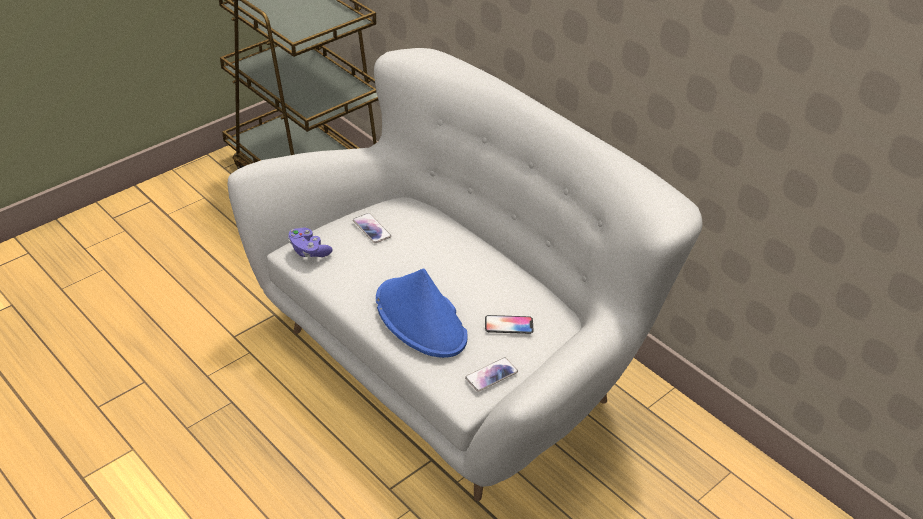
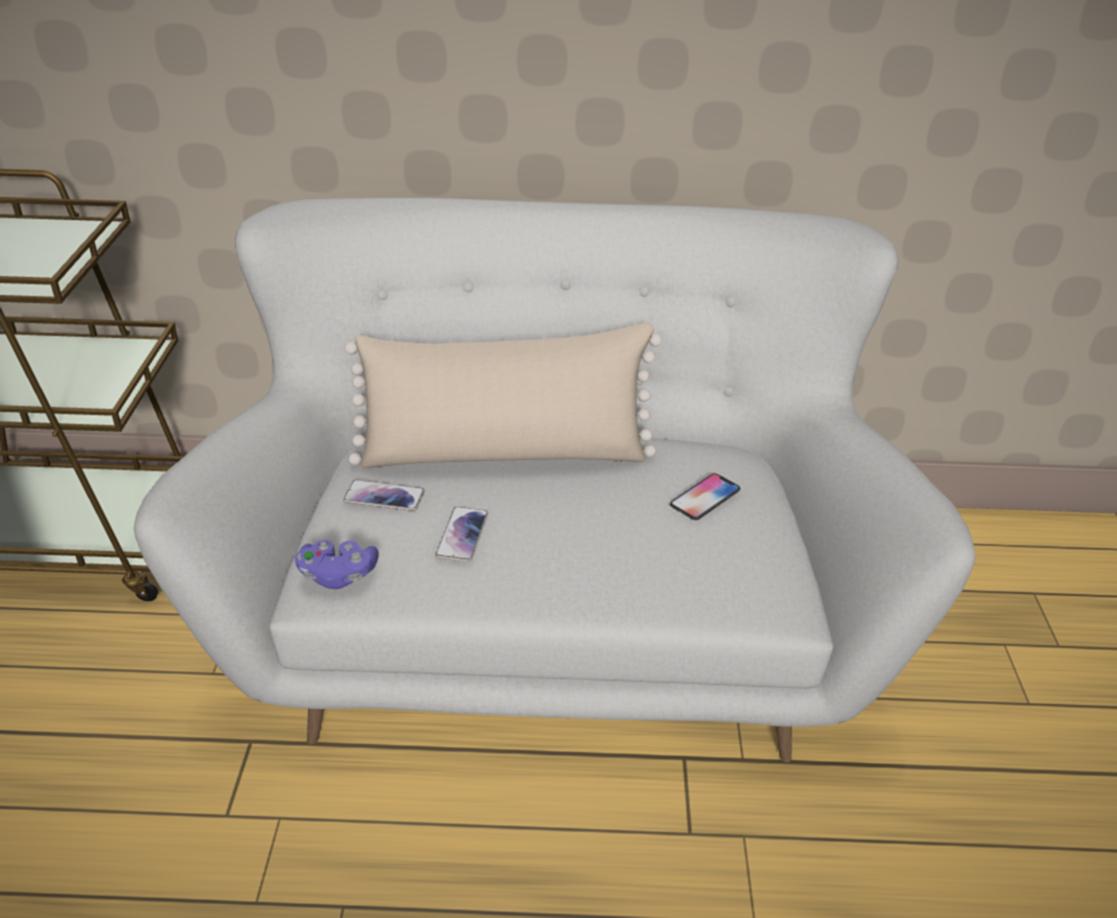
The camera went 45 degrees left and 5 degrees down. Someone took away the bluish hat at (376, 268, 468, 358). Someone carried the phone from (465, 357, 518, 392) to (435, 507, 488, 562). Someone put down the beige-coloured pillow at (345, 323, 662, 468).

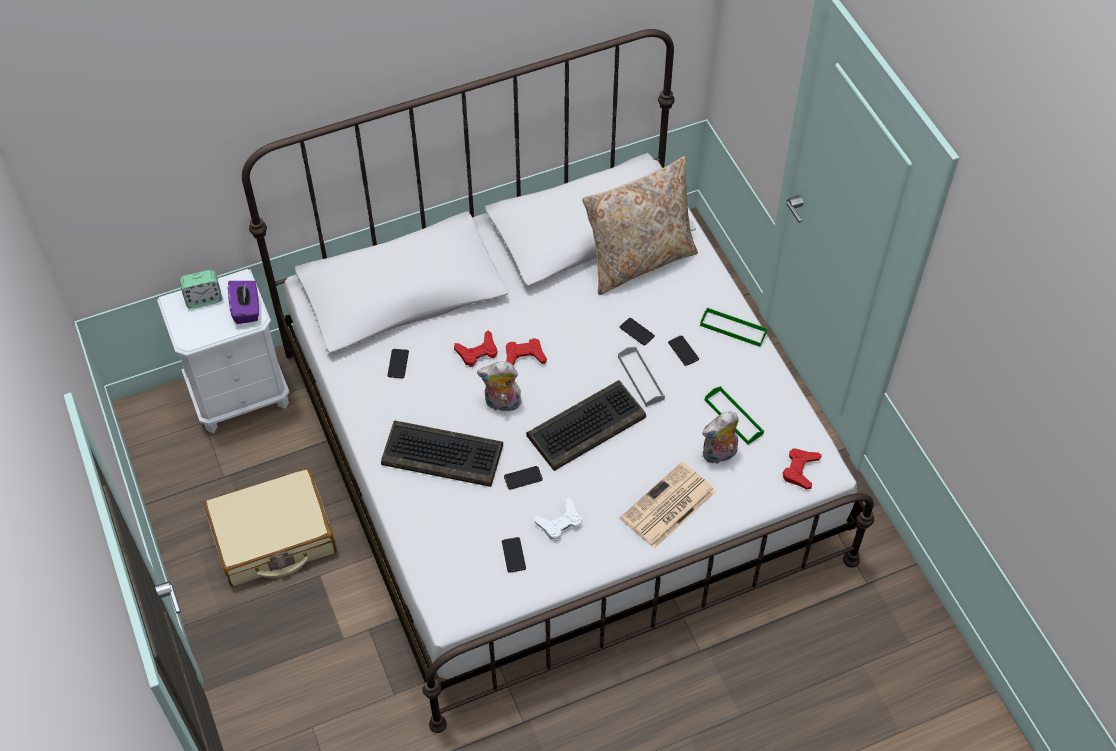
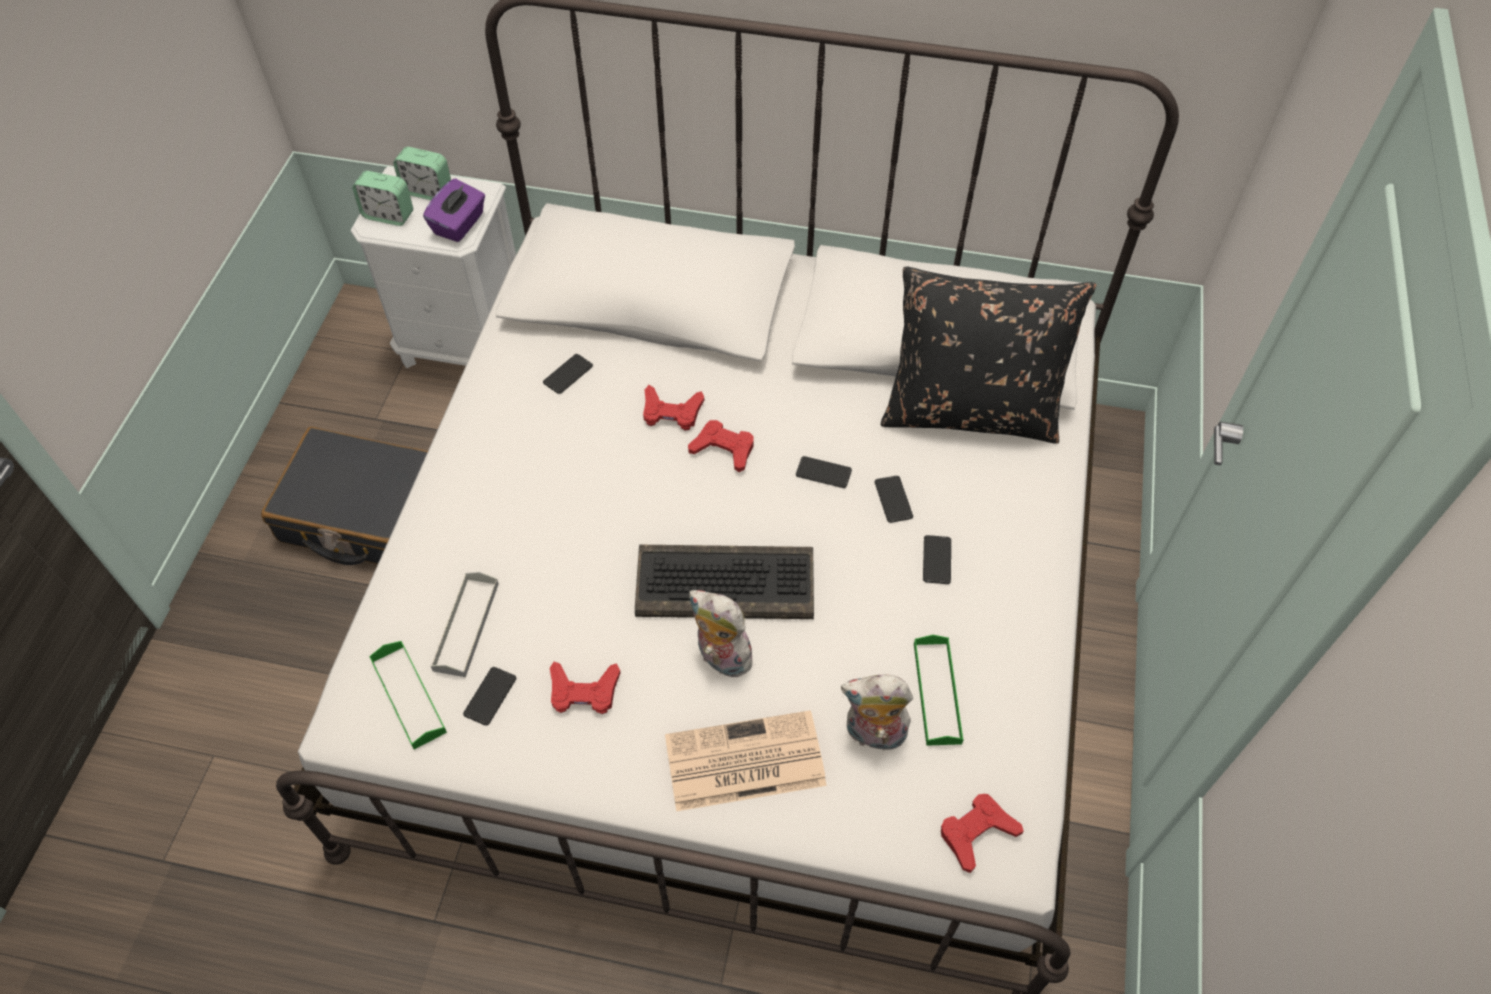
The camera went 35 degrees right and 0 degrees up. Someone repainted the beige-coloured pillow at (582, 156, 698, 295), which became the black-coloured pillow at (881, 267, 1096, 444). Someone carried the greenish serving tray from (700, 308, 768, 347) to (369, 641, 447, 749). Someone carried the grey serving tray from (618, 347, 665, 407) to (431, 572, 499, 677). Someone carried the plush toy from (477, 362, 522, 413) to (689, 590, 757, 677). Someone took away the keyboard at (381, 420, 503, 487). Someone carried the phone from (504, 466, 543, 490) to (796, 456, 852, 488). Someone repainted the beige-coloured piece of luggage at (204, 468, 337, 586), which became the black-coloured piece of luggage at (261, 427, 428, 565). Someone repainted the white joypad at (535, 498, 582, 541), which became the red joypad at (550, 662, 621, 714). Someone put down the bedside clock at (352, 171, 413, 226).

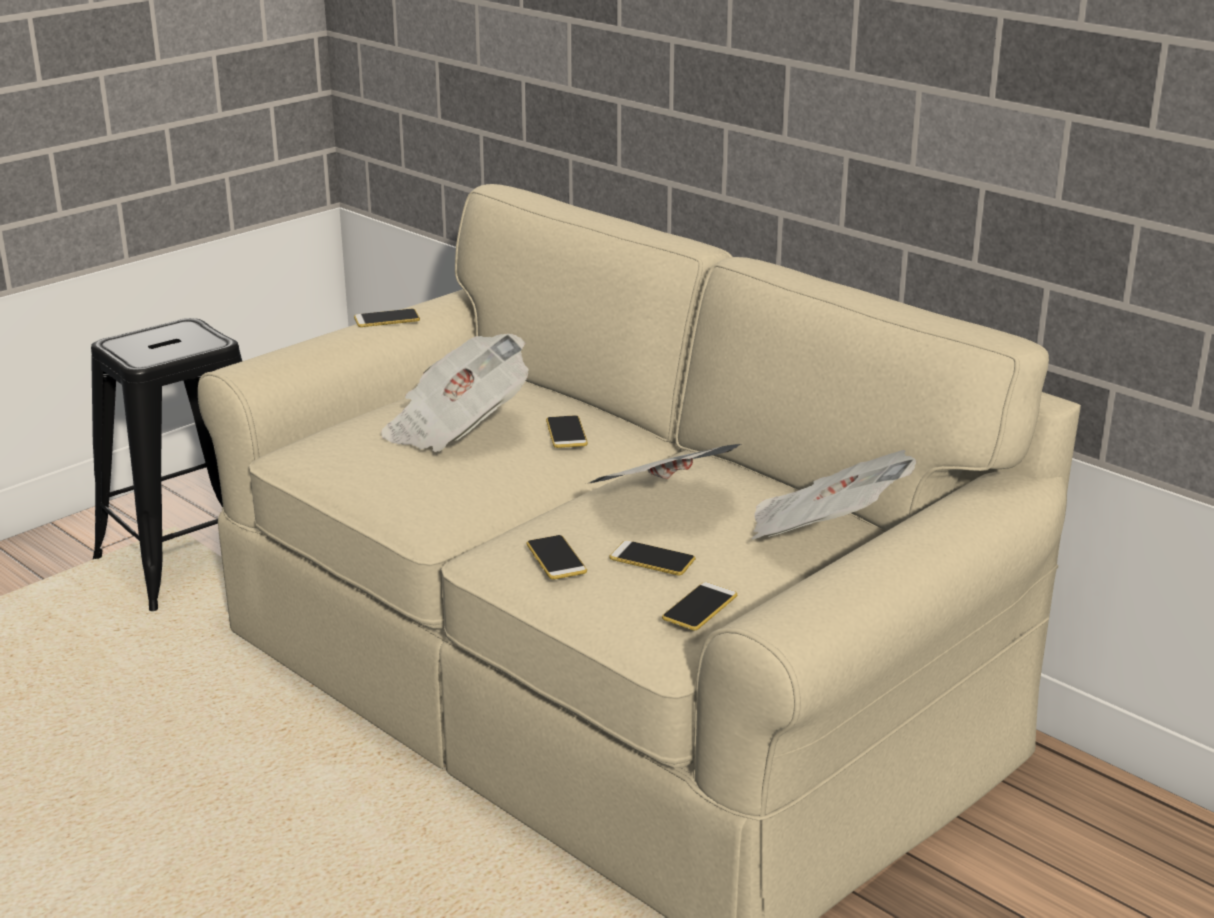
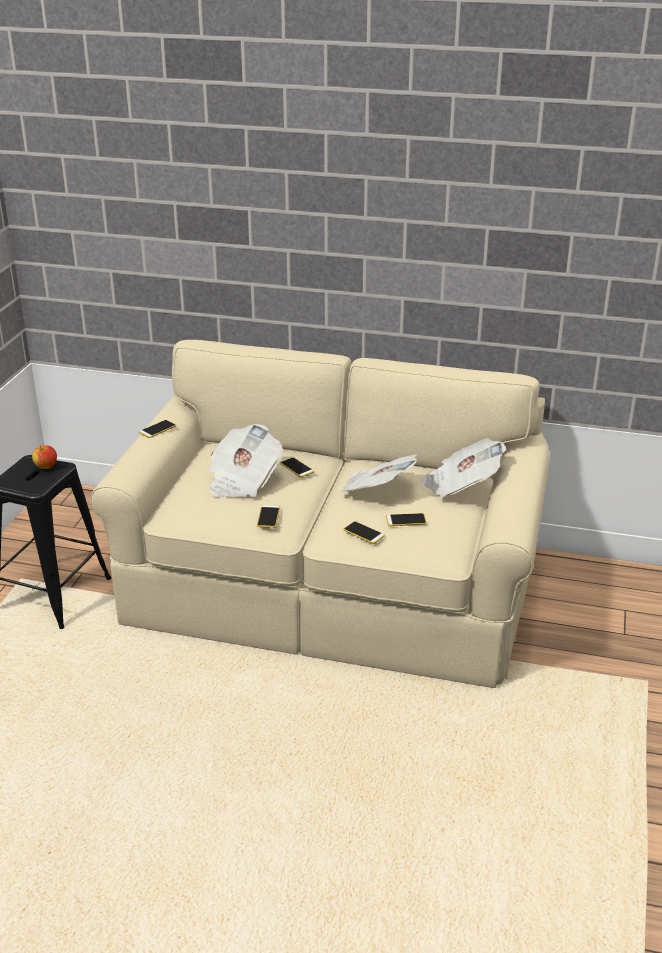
The camera went 30 degrees left and 5 degrees up. Someone carried the phone from (662, 582, 737, 630) to (257, 505, 280, 528). Someone put down the apple fruit at (32, 445, 57, 469).

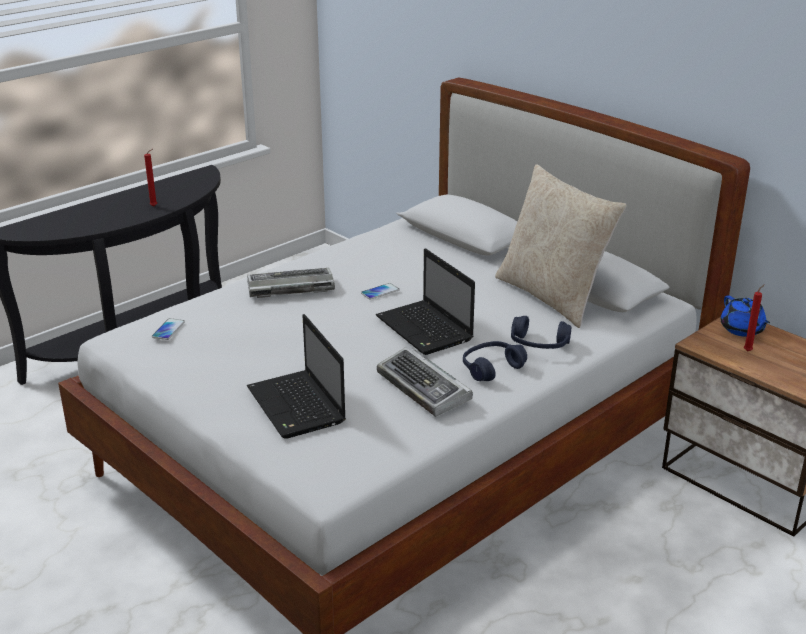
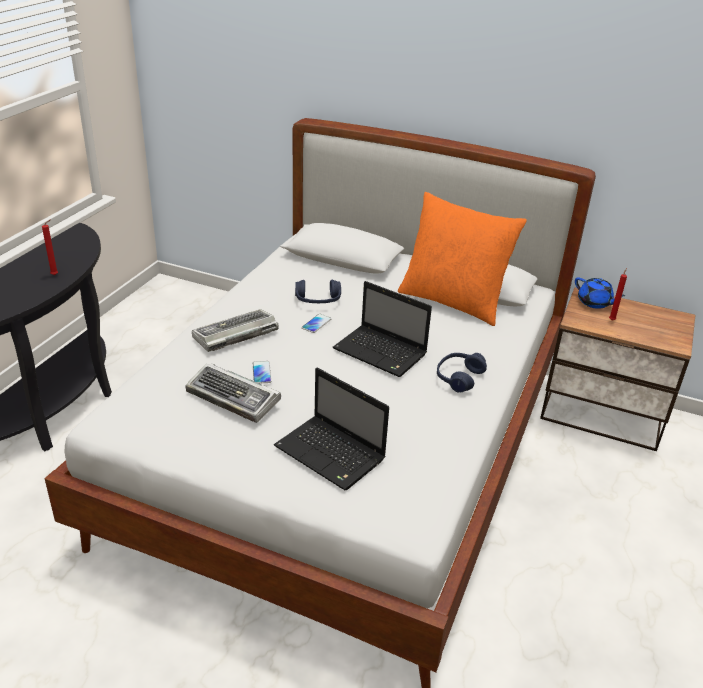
The camera went 25 degrees left and 5 degrees up. Someone repainted the beige-coloured pillow at (495, 164, 627, 328), which became the orange pillow at (398, 192, 527, 326). Someone carried the bluish pair of headphones from (511, 316, 571, 349) to (295, 280, 341, 303). Someone carried the phone from (152, 318, 185, 340) to (252, 361, 271, 383). Someone carried the keyboard from (377, 347, 473, 417) to (186, 363, 281, 423).

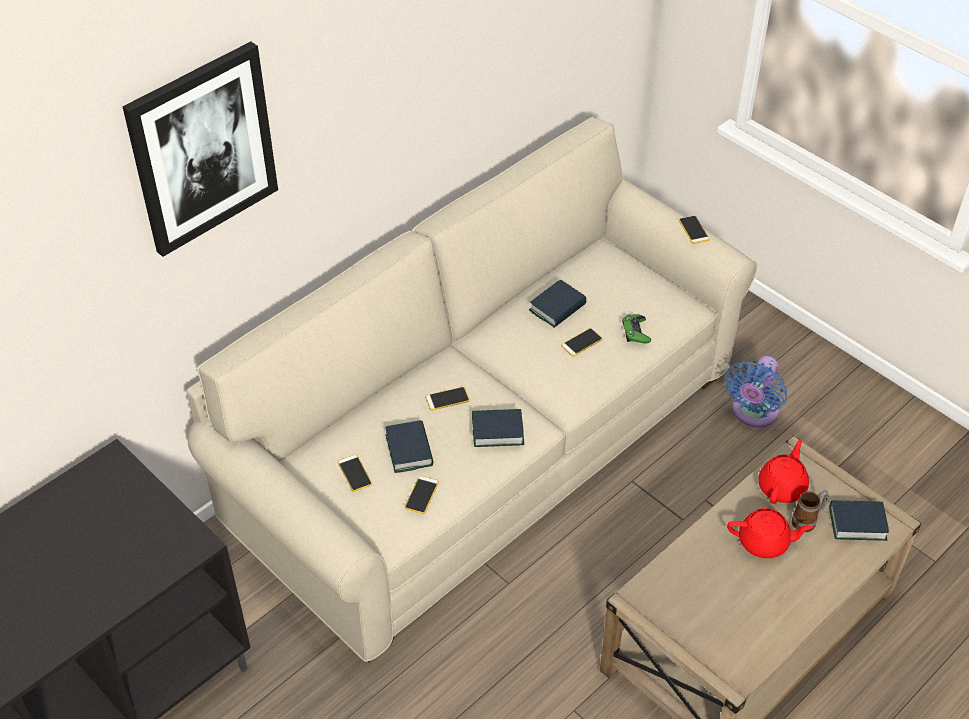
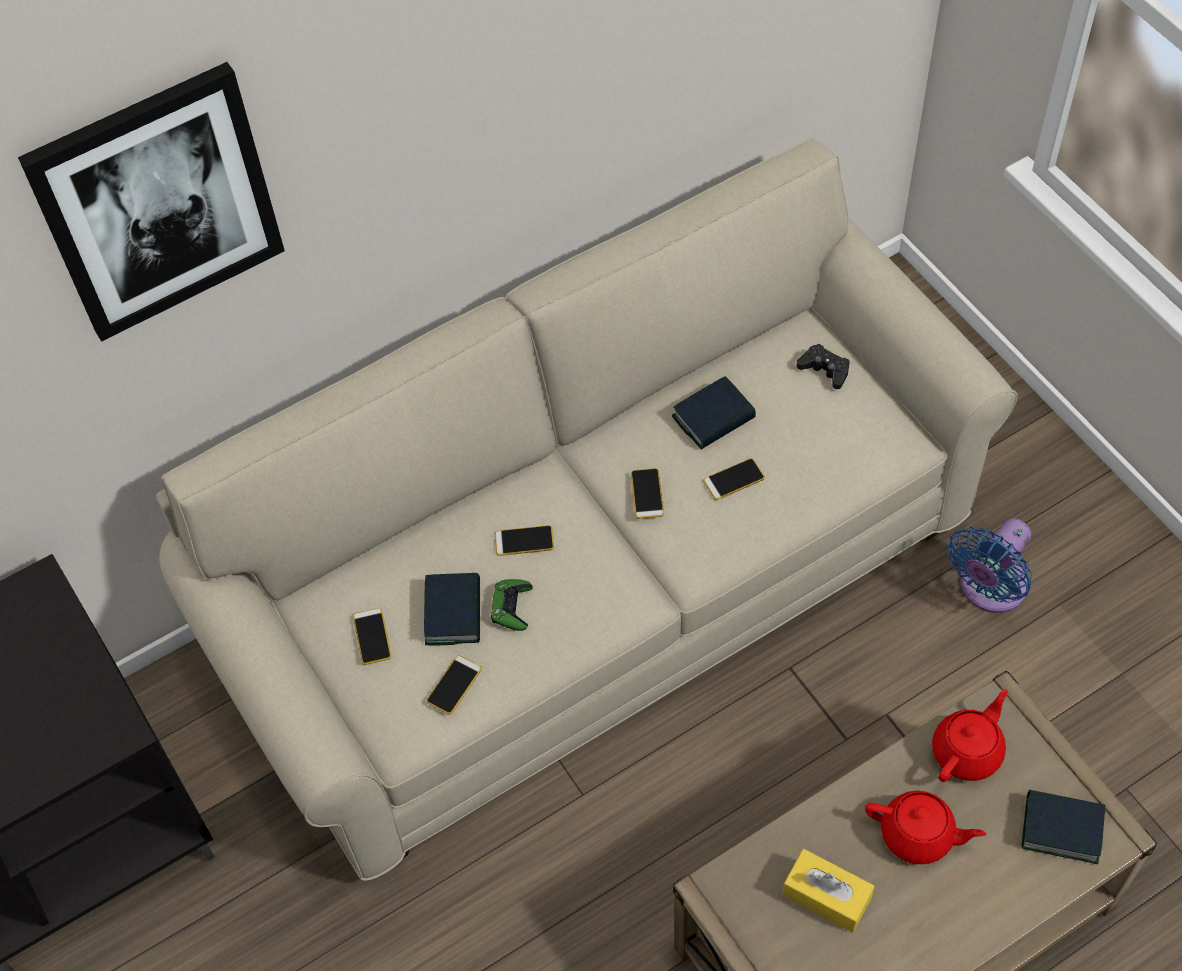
The camera went 15 degrees right and 10 degrees up. Someone carried the phone from (679, 216, 709, 244) to (631, 468, 664, 519). Someone carried the greenish joypad from (622, 314, 651, 344) to (491, 579, 533, 631). Someone took away the book at (472, 409, 524, 447). Someone took away the tea mug at (792, 490, 829, 532). Someone put down the black-coloured joypad at (797, 344, 850, 389). Someone put down the yellow tissue box at (782, 849, 875, 933).

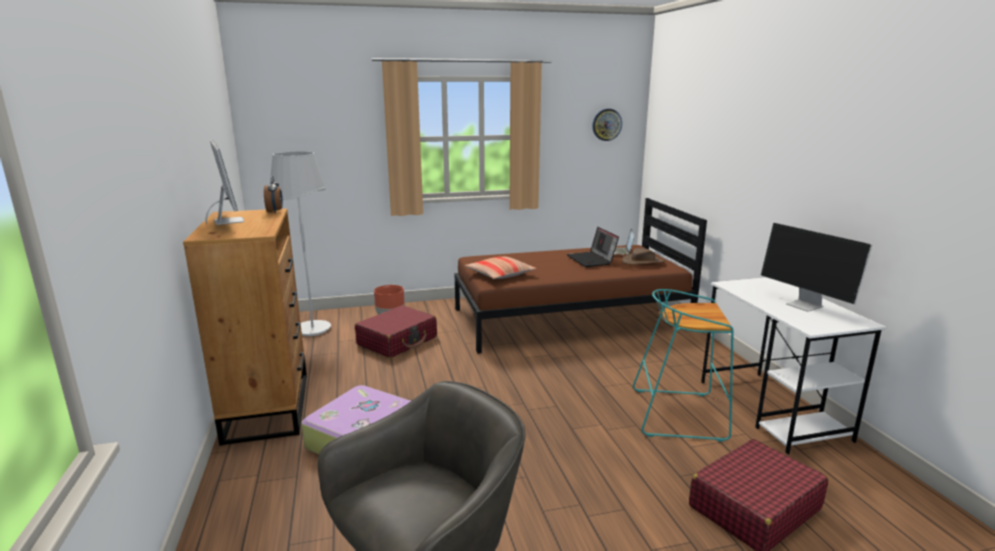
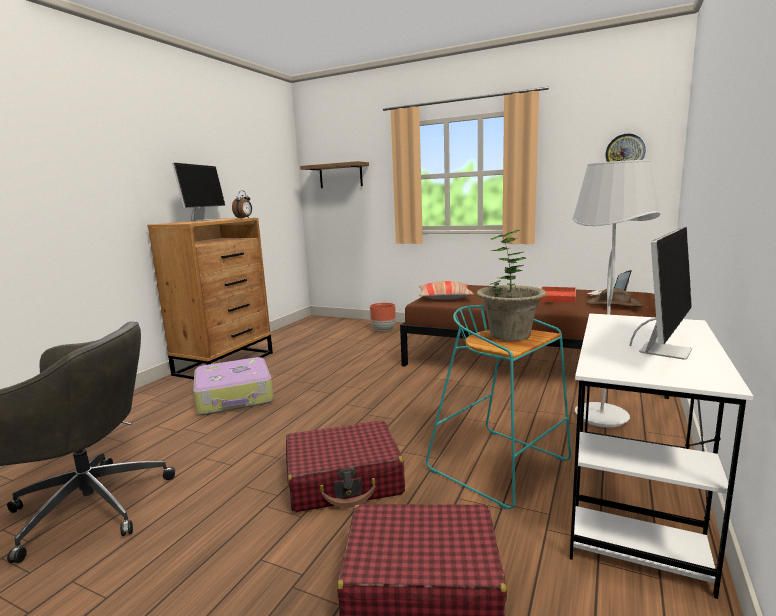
The camera went 40 degrees right and 5 degrees down. Someone carried the white floor lamp from (270, 151, 331, 336) to (573, 160, 660, 427). Someone rotated the computer screen at (761, 223, 872, 312) by 150 degrees counterclockwise. Someone swapped the laptop at (567, 227, 619, 267) for the red serving tray at (539, 286, 576, 303). Someone carried the red piece of luggage from (355, 305, 437, 358) to (286, 420, 405, 512). Someone put up the bracket shelf at (300, 161, 369, 188). Someone put down the plant in a pot at (476, 230, 546, 341).

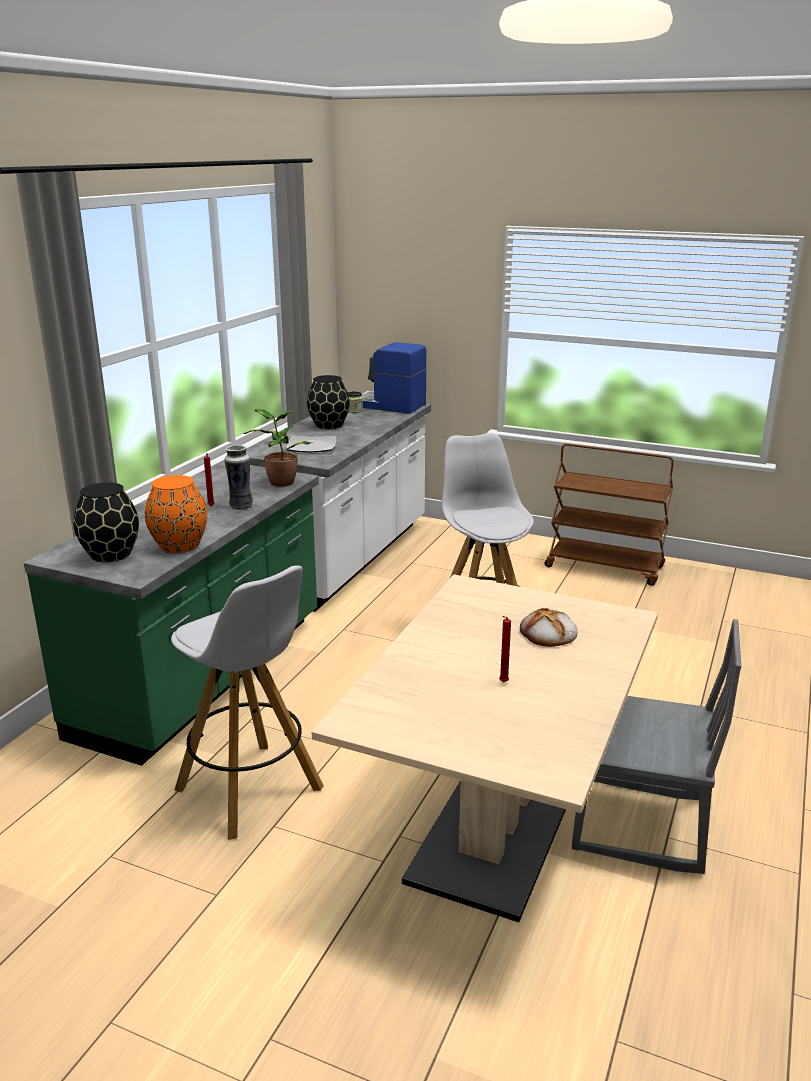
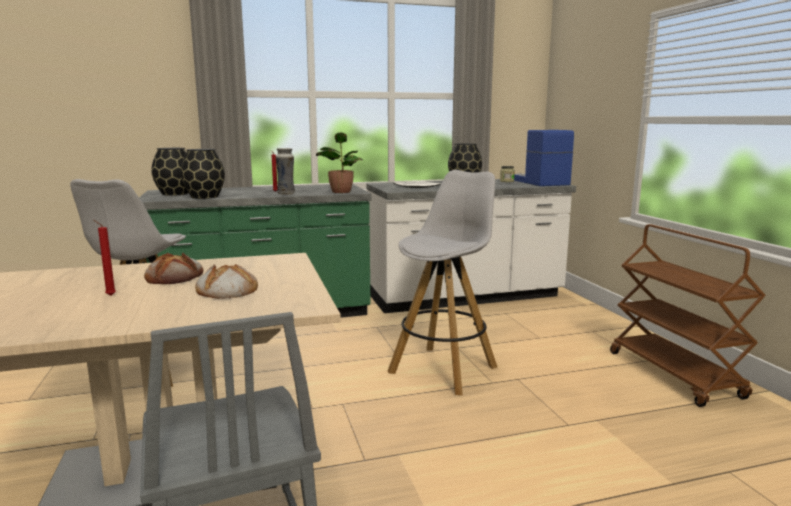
The camera went 50 degrees right and 10 degrees down. Someone repainted the orange flower vase at (145, 475, 207, 553), which became the black-coloured flower vase at (181, 149, 225, 199). Someone put down the bakery bread at (144, 253, 203, 284).

